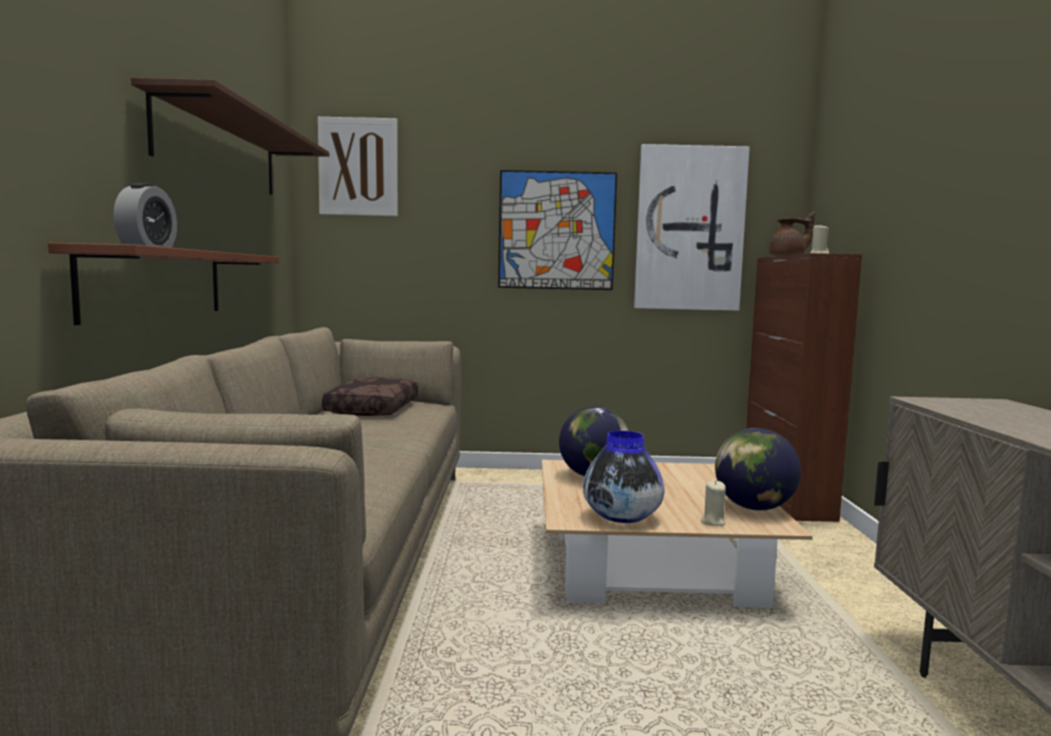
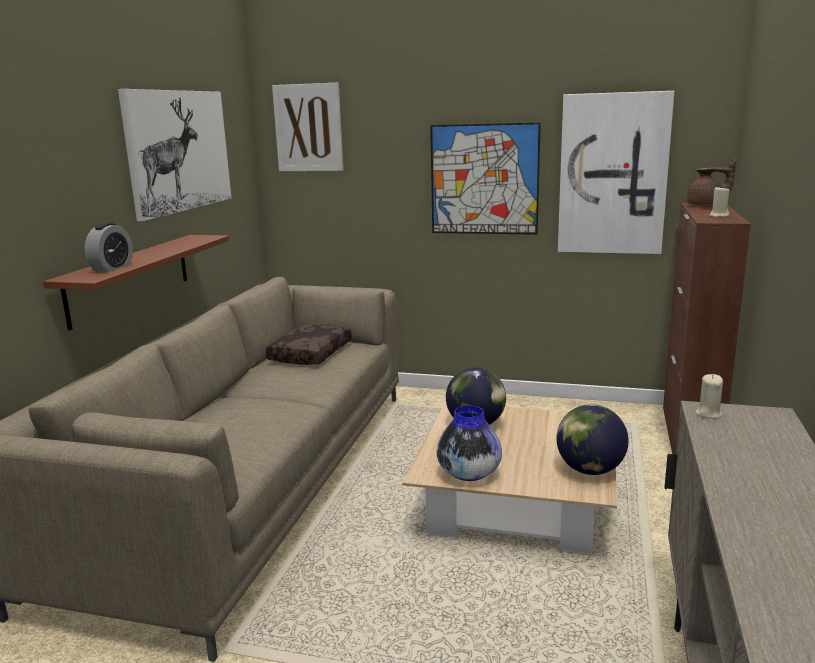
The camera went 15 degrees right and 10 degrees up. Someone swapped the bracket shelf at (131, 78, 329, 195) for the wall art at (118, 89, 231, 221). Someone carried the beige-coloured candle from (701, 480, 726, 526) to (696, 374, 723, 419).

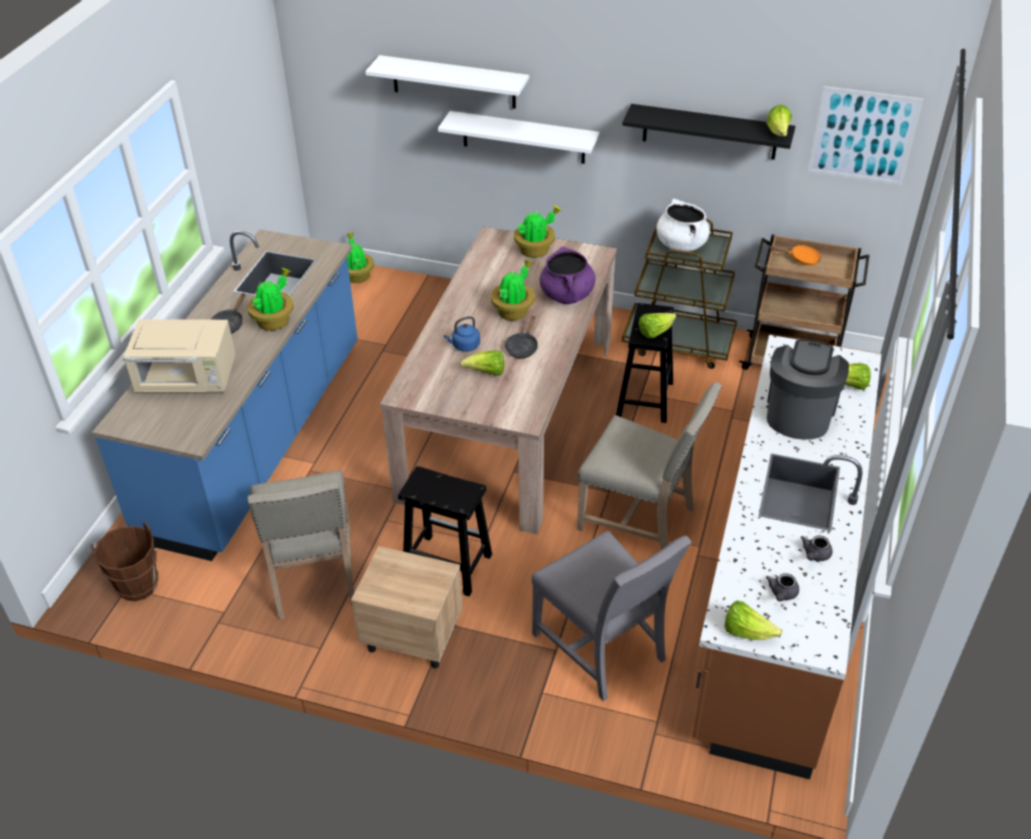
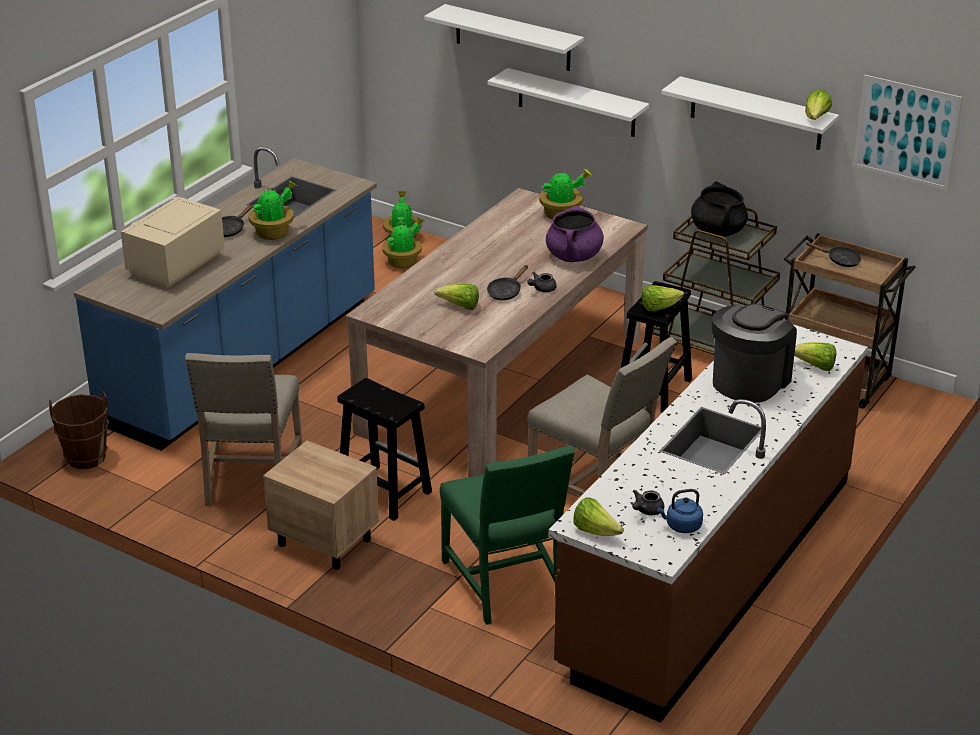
The camera went 15 degrees right and 10 degrees down. Someone repainted the black-coloured bracket shelf at (622, 104, 795, 160), which became the white bracket shelf at (661, 76, 839, 150). Someone repainted the white saucepot at (656, 199, 710, 252), which became the black-coloured saucepot at (691, 181, 748, 237). Someone repainted the orange frying pan at (769, 245, 821, 265), which became the black-coloured frying pan at (805, 242, 861, 267). Someone carried the plant in a pot from (491, 259, 535, 320) to (383, 217, 424, 269). Someone carried the bluish tea kettle from (444, 316, 480, 352) to (657, 489, 703, 533). Someone rotated the beige-coloured microwave oven at (123, 319, 236, 392) by 105 degrees clockwise. Someone repainted the grey plain chair at (531, 530, 691, 701), which became the greenish plain chair at (440, 446, 575, 625). Someone carried the grey tea pot from (801, 535, 832, 561) to (527, 272, 557, 292).

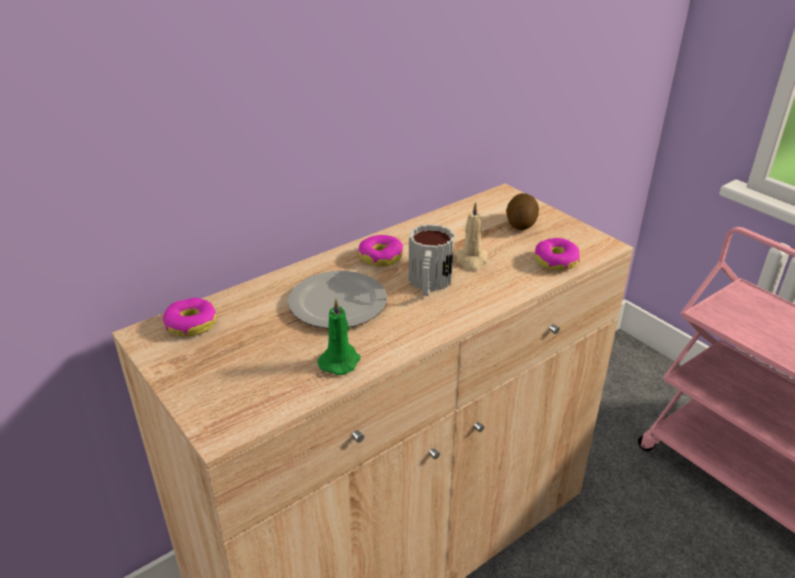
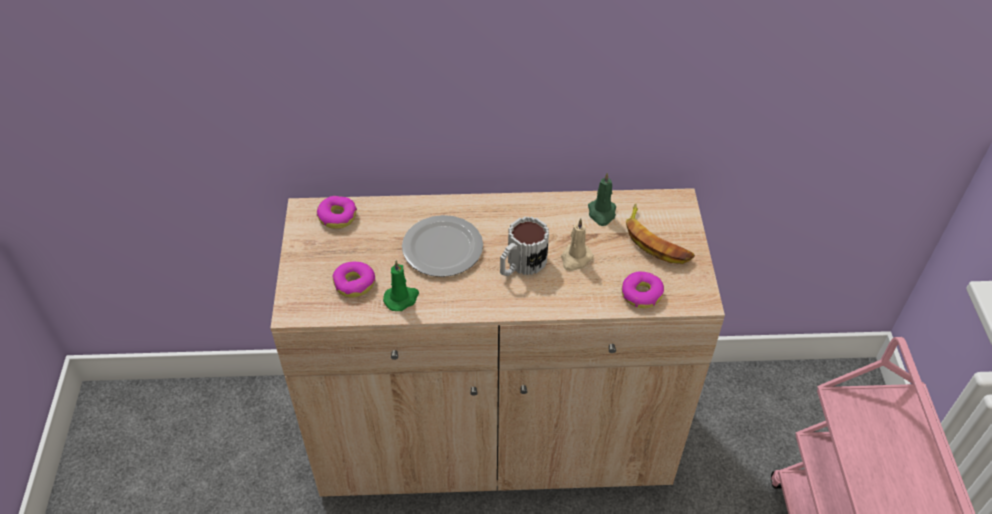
The camera went 35 degrees right and 15 degrees up. Someone swapped the whole potato at (506, 193, 539, 230) for the banana at (626, 204, 695, 264). Someone carried the ring doughnut from (358, 235, 403, 267) to (333, 262, 375, 297). Someone put down the greenish candle at (588, 173, 616, 226).

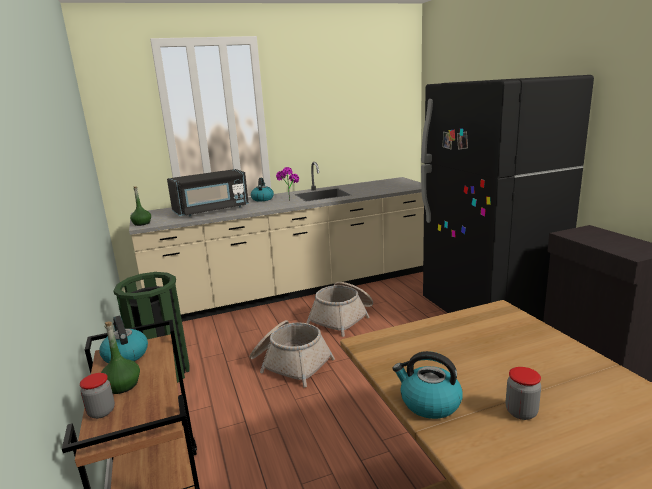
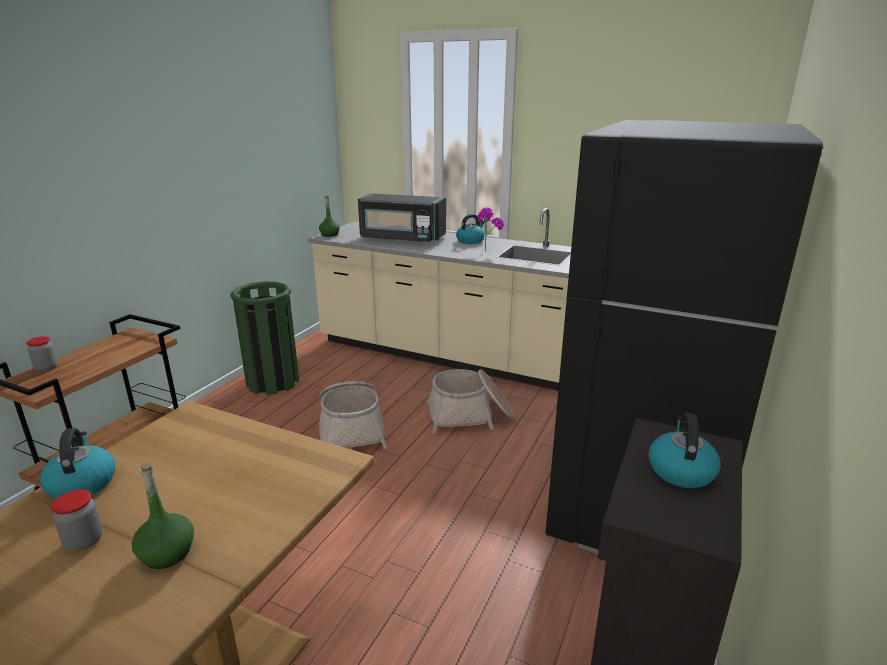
The camera went 45 degrees right and 5 degrees up. Someone carried the tea kettle from (99, 316, 148, 364) to (649, 413, 721, 488). Someone carried the greenish bottle from (101, 322, 140, 394) to (132, 463, 194, 569).

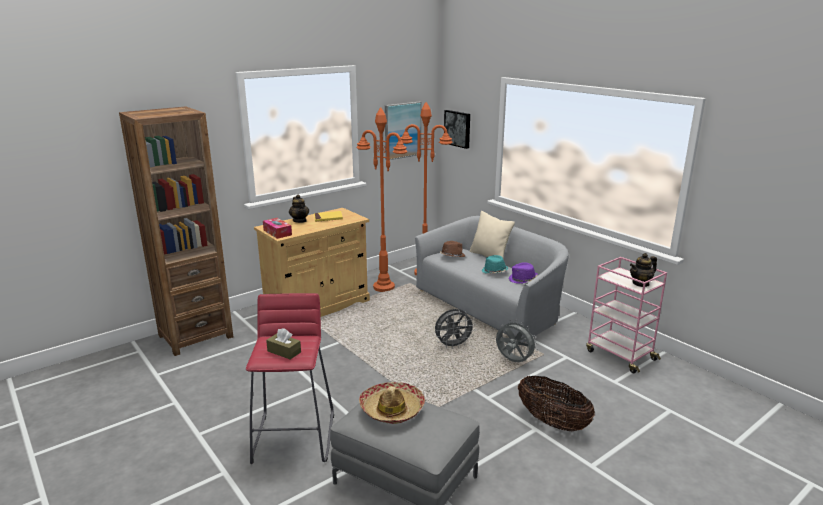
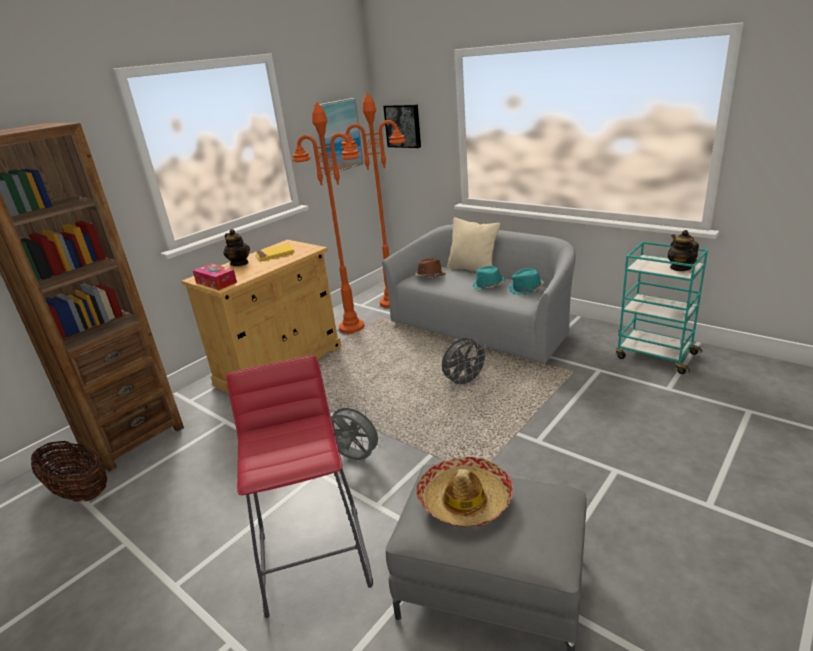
The camera went 10 degrees left and 5 degrees up. Someone rotated the tea pot at (630, 253, 657, 287) by 120 degrees clockwise. Someone repainted the pinkish cart at (586, 257, 667, 373), which became the turquoise cart at (616, 242, 708, 374). Someone repainted the purplish hat at (508, 262, 538, 284), which became the turquoise hat at (509, 268, 544, 295). Someone carried the grey electric fan from (496, 320, 538, 362) to (330, 403, 383, 460). Someone took away the brown-coloured tissue box at (266, 328, 301, 360). Someone carried the basket from (518, 375, 595, 431) to (31, 441, 107, 502).

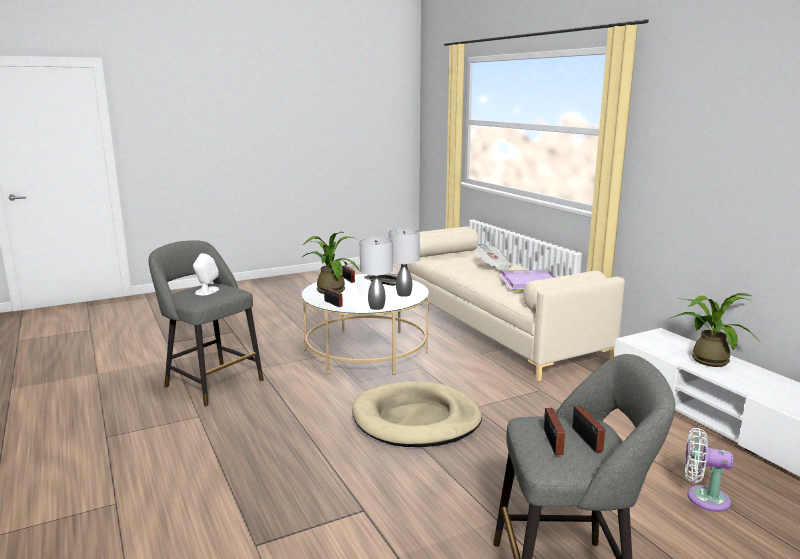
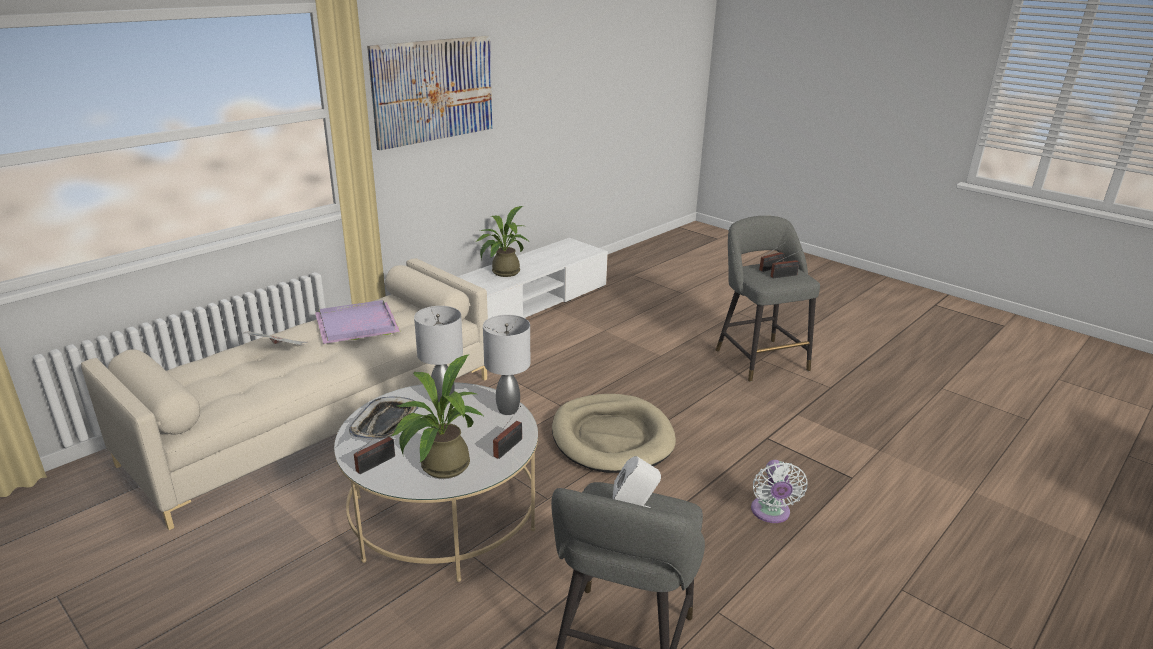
The camera went 110 degrees left and 10 degrees up. Someone carried the white electric fan from (685, 428, 733, 512) to (751, 460, 808, 523). Someone put up the wall art at (367, 35, 492, 150).

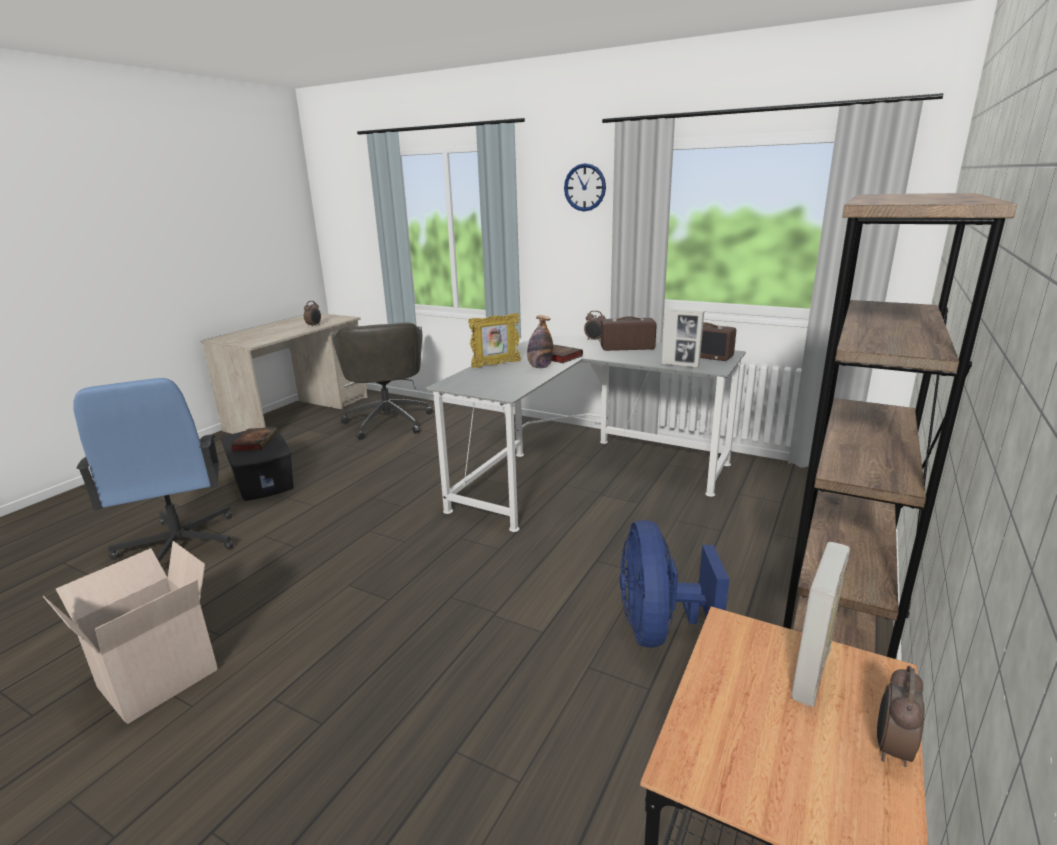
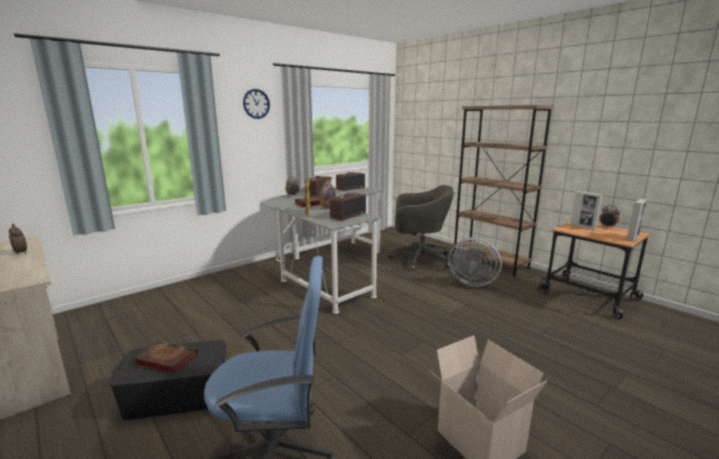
The camera went 70 degrees left and 5 degrees down. Someone carried the photo frame from (661, 309, 704, 368) to (626, 199, 647, 242). Someone carried the grey computer chair from (332, 322, 433, 440) to (388, 185, 454, 271). Someone repainted the bluish electric fan at (620, 520, 729, 648), which became the grey electric fan at (448, 237, 502, 287). Someone put down the radio receiver at (330, 193, 366, 220).

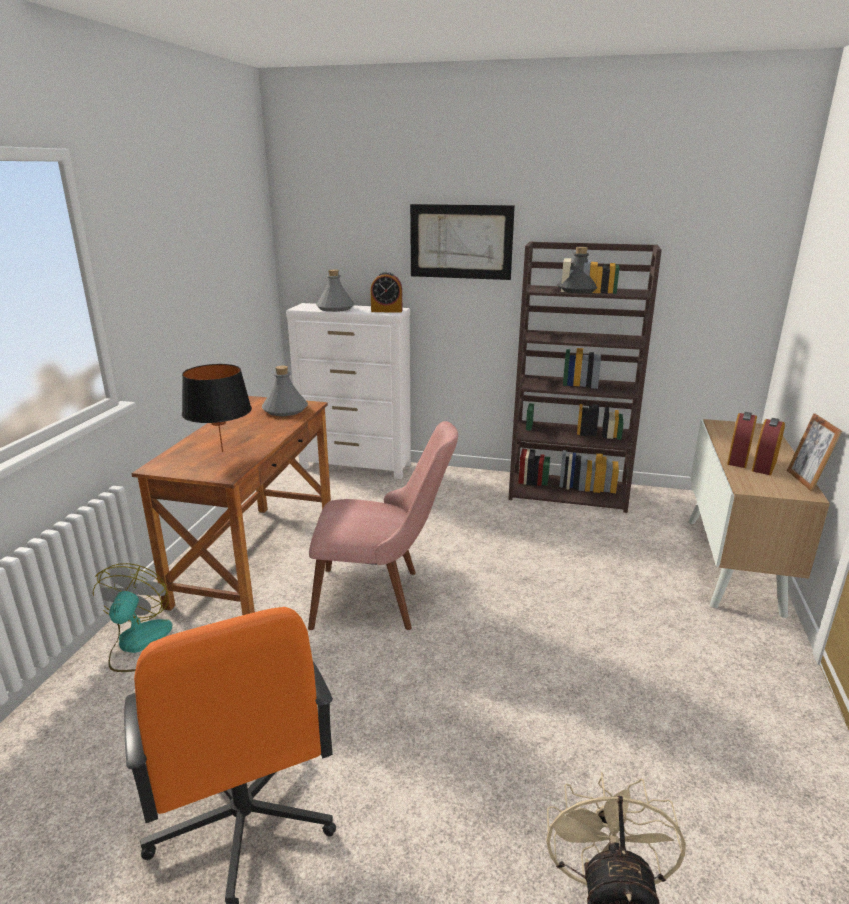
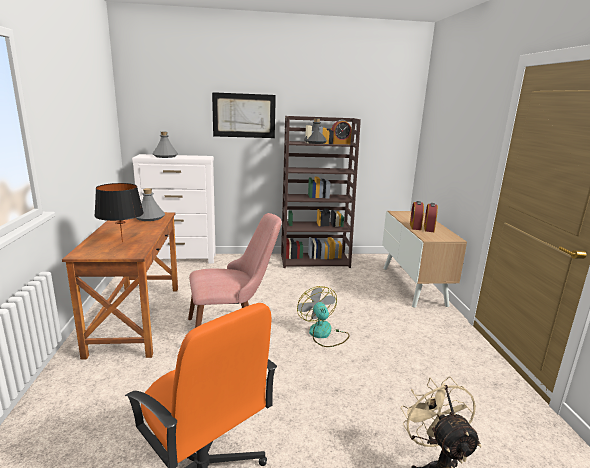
The camera went 20 degrees left and 5 degrees down. Someone carried the bedside clock from (370, 272, 402, 313) to (331, 120, 351, 144). Someone took away the photo frame at (787, 413, 842, 492). Someone carried the electric fan from (93, 563, 172, 672) to (297, 286, 350, 347).

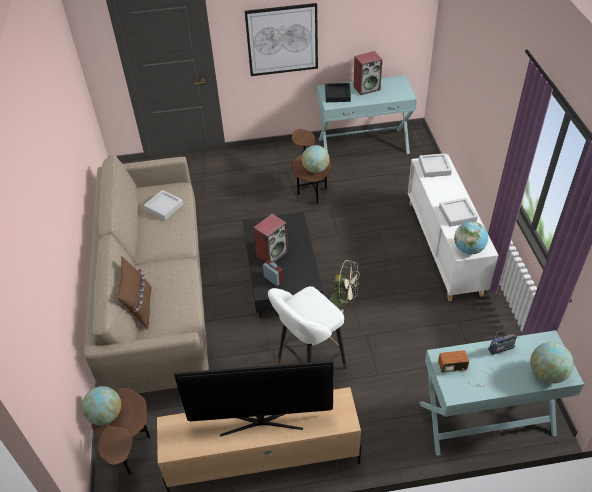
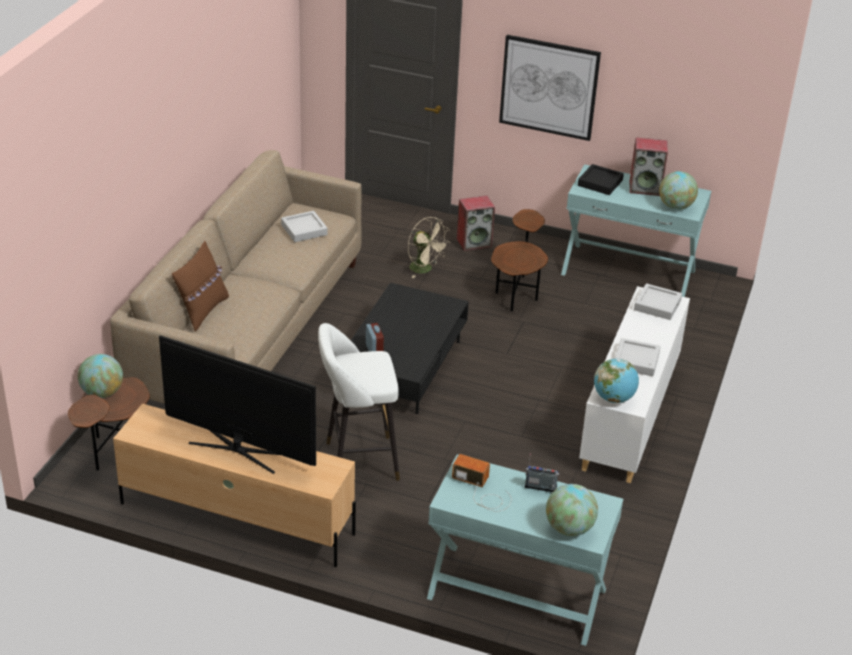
The camera went 25 degrees right and 10 degrees down. Someone carried the world globe from (302, 145, 329, 173) to (659, 171, 698, 210). Someone carried the audio speaker from (253, 214, 288, 263) to (457, 195, 495, 251). Someone carried the beige-coloured electric fan from (327, 260, 360, 313) to (408, 217, 450, 278).

